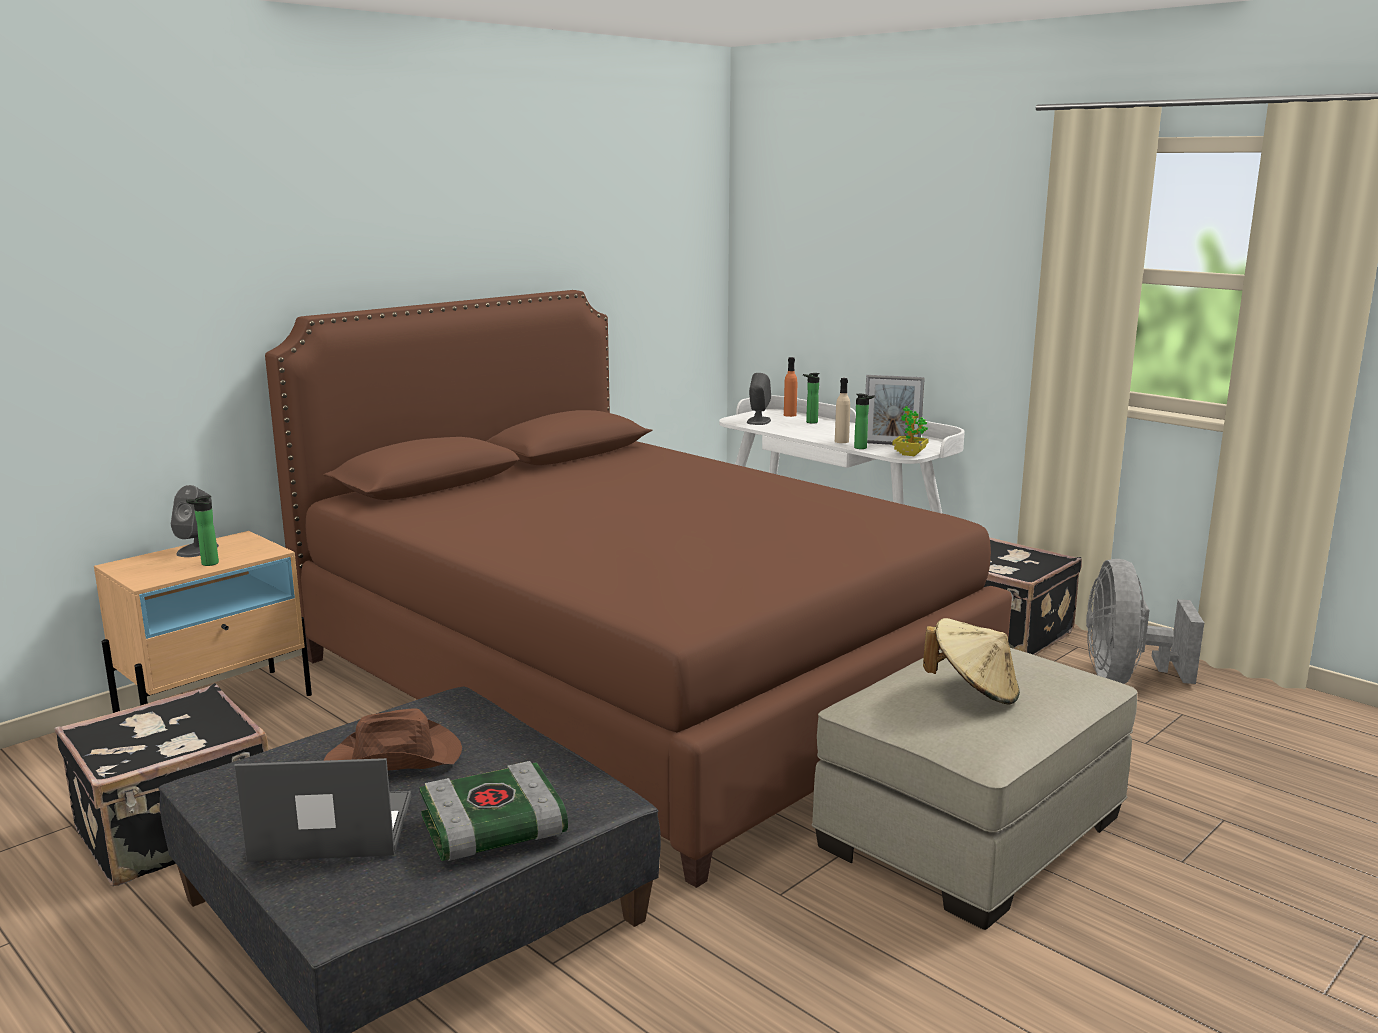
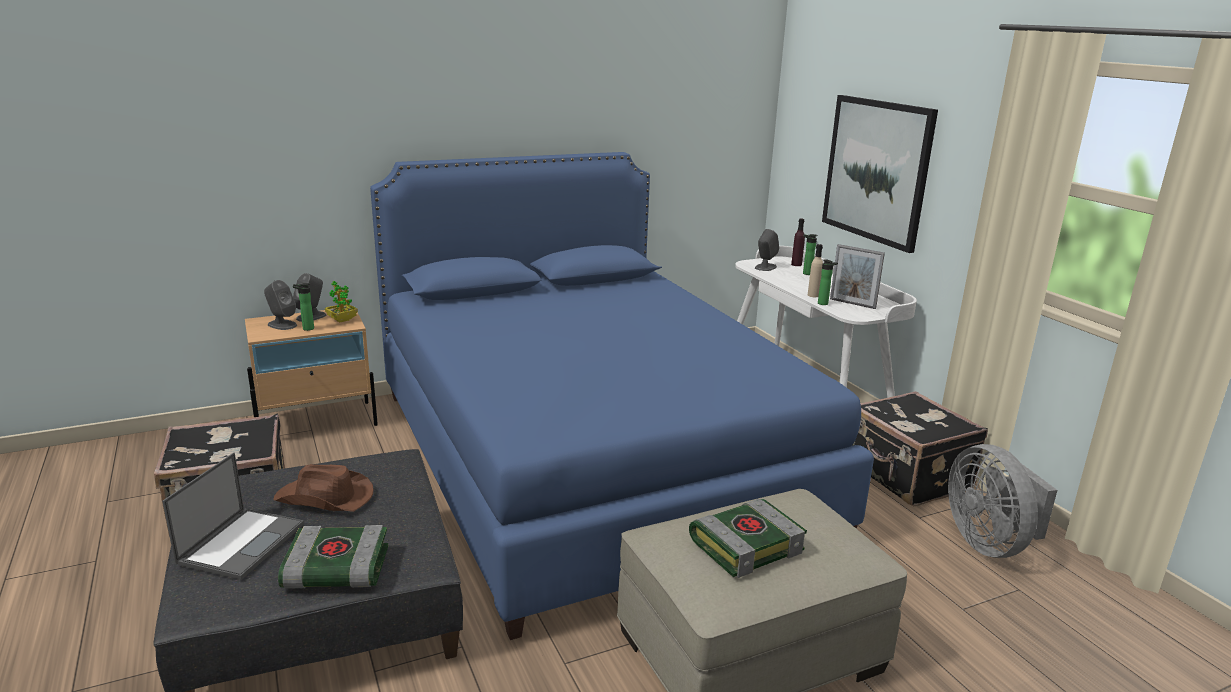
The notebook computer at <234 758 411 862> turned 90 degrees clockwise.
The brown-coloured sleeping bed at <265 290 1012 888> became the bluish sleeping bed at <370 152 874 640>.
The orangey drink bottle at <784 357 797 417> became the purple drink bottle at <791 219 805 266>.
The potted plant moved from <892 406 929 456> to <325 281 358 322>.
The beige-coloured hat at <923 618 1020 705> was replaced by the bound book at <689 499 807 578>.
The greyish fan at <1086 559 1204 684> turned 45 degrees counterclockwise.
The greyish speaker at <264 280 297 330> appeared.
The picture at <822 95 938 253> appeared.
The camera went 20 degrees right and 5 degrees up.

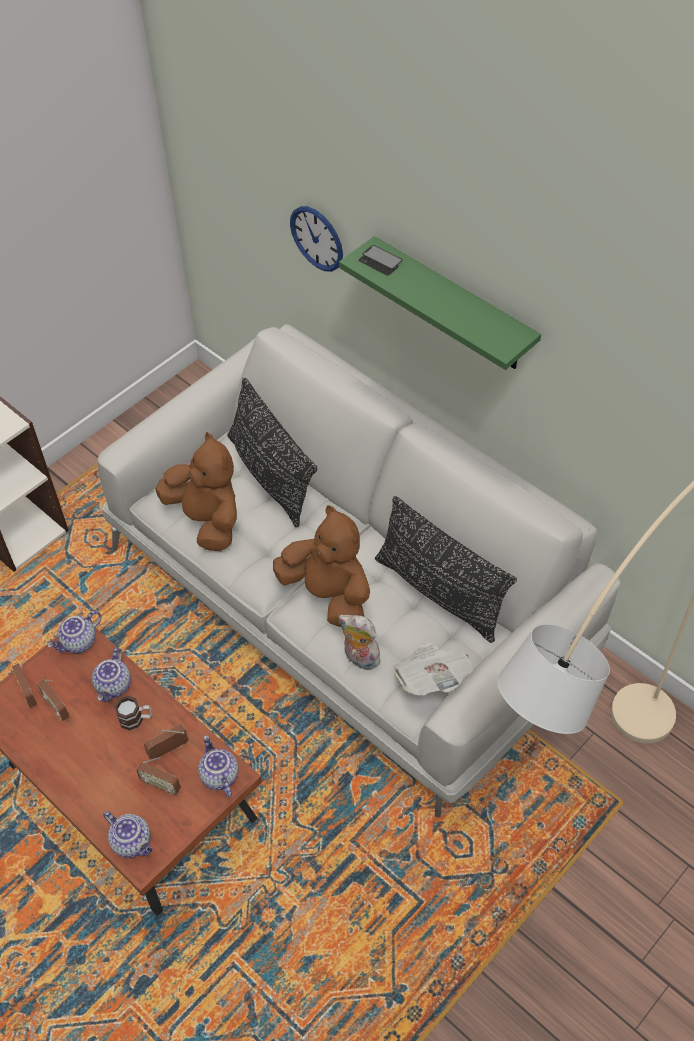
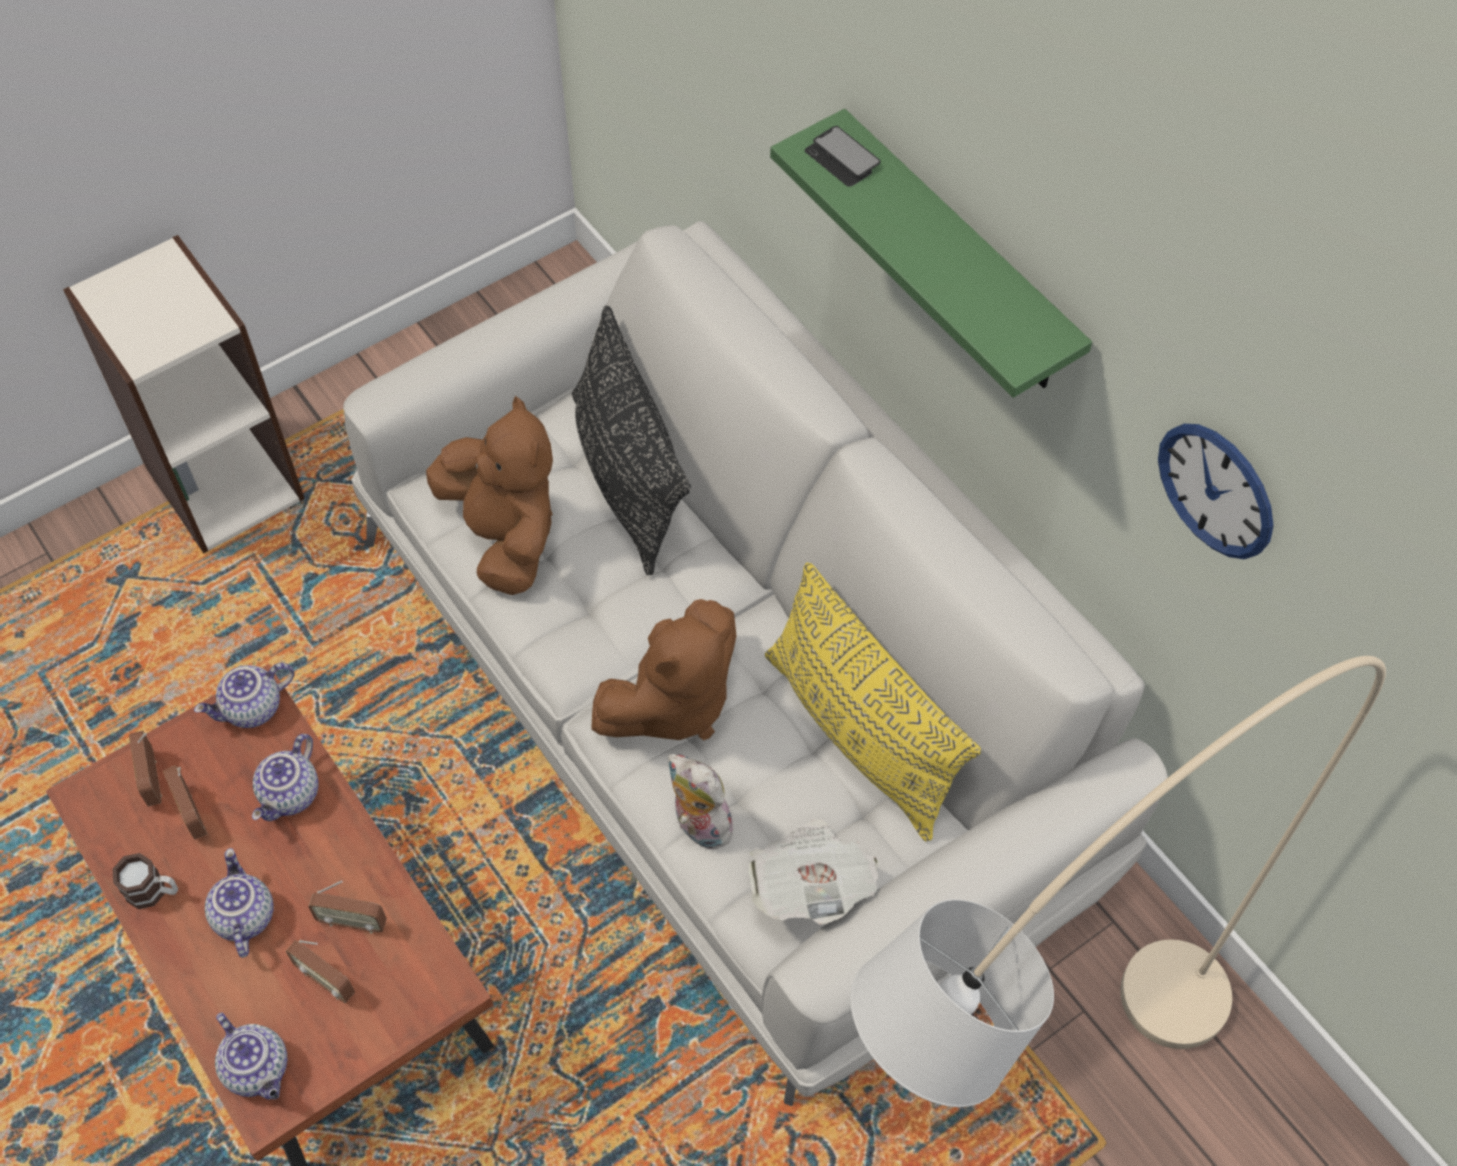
The coffee mug moved from <114 695 152 730> to <113 853 178 909>.
The radio set at <144 724 189 760> turned 150 degrees counterclockwise.
The tea pot moved from <198 735 239 798> to <205 848 274 958>.
The brown-coloured soft toy at <273 505 370 627> turned 90 degrees clockwise.
The wall clock moved from <290 206 343 272> to <1158 424 1274 559>.
The black pillow at <375 496 517 643> became the yellowish pillow at <765 563 981 842>.
The camera went 10 degrees right and 5 degrees up.

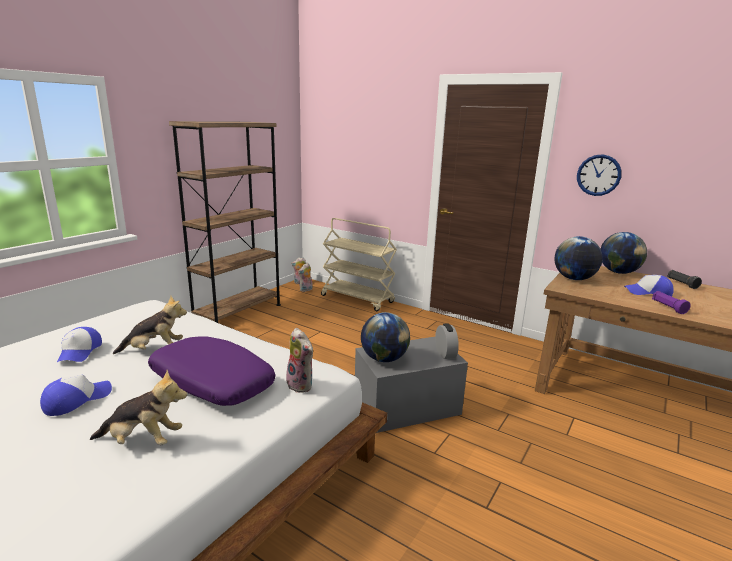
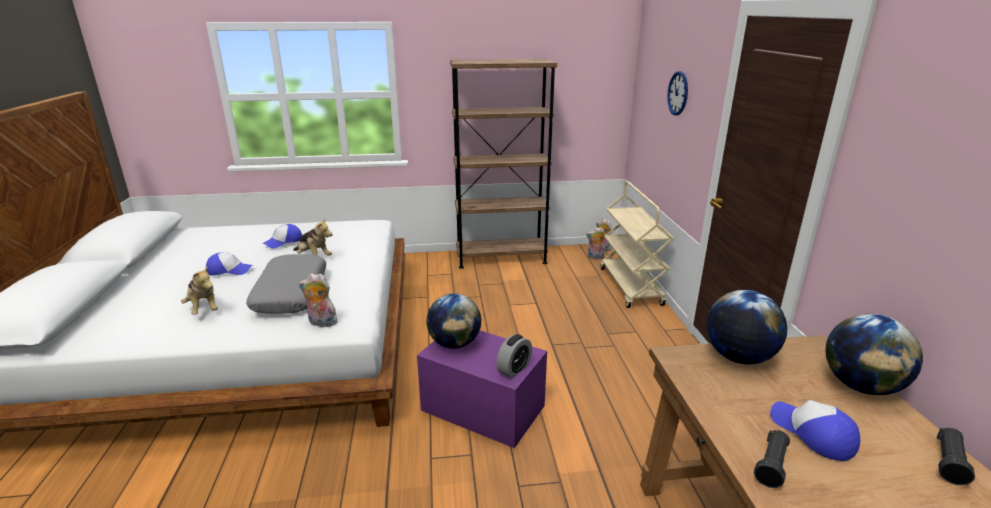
The purple pillow at <148 336 275 406> became the greyish pillow at <246 254 326 313>.
The soft toy at <286 328 313 393> turned 90 degrees clockwise.
The greyish storage box at <355 337 468 433> became the purple storage box at <417 330 547 448>.
The wall clock moved from <577 154 622 196> to <667 71 688 115>.
The purple hand torch at <652 291 691 314> became the black hand torch at <754 430 790 488>.
The camera went 50 degrees right and 5 degrees up.

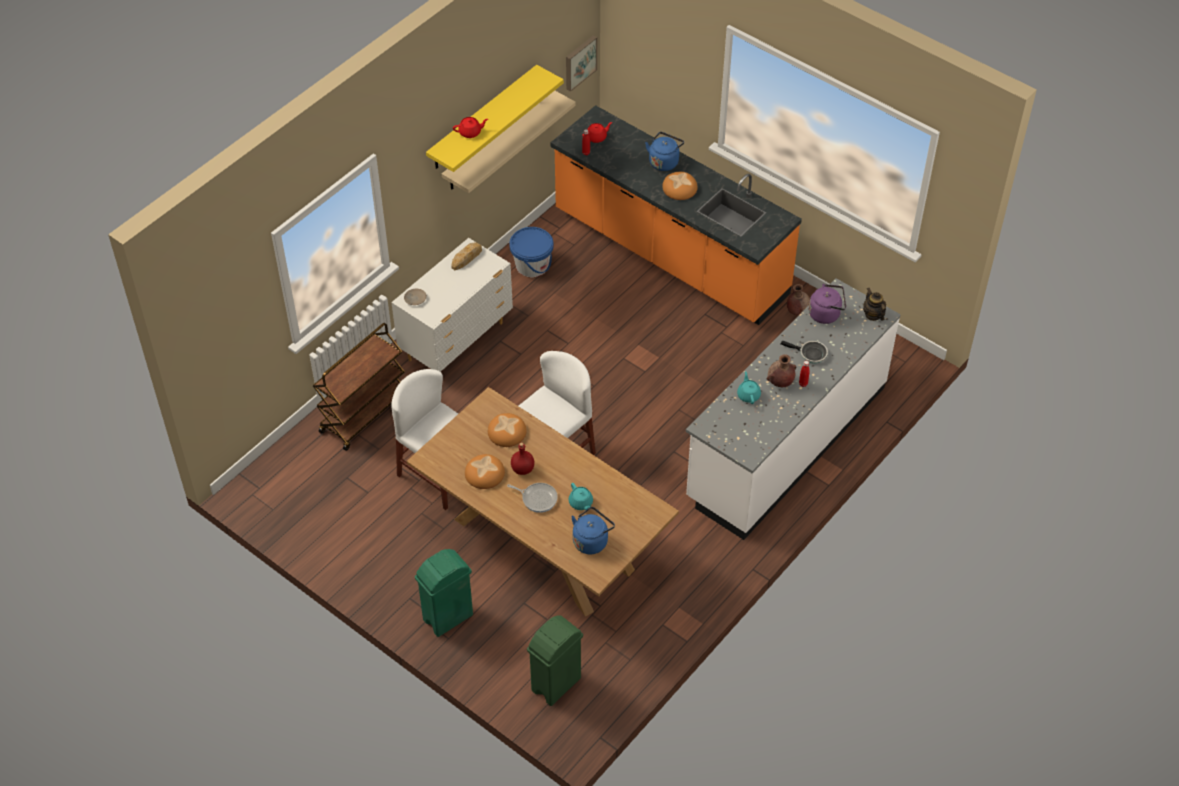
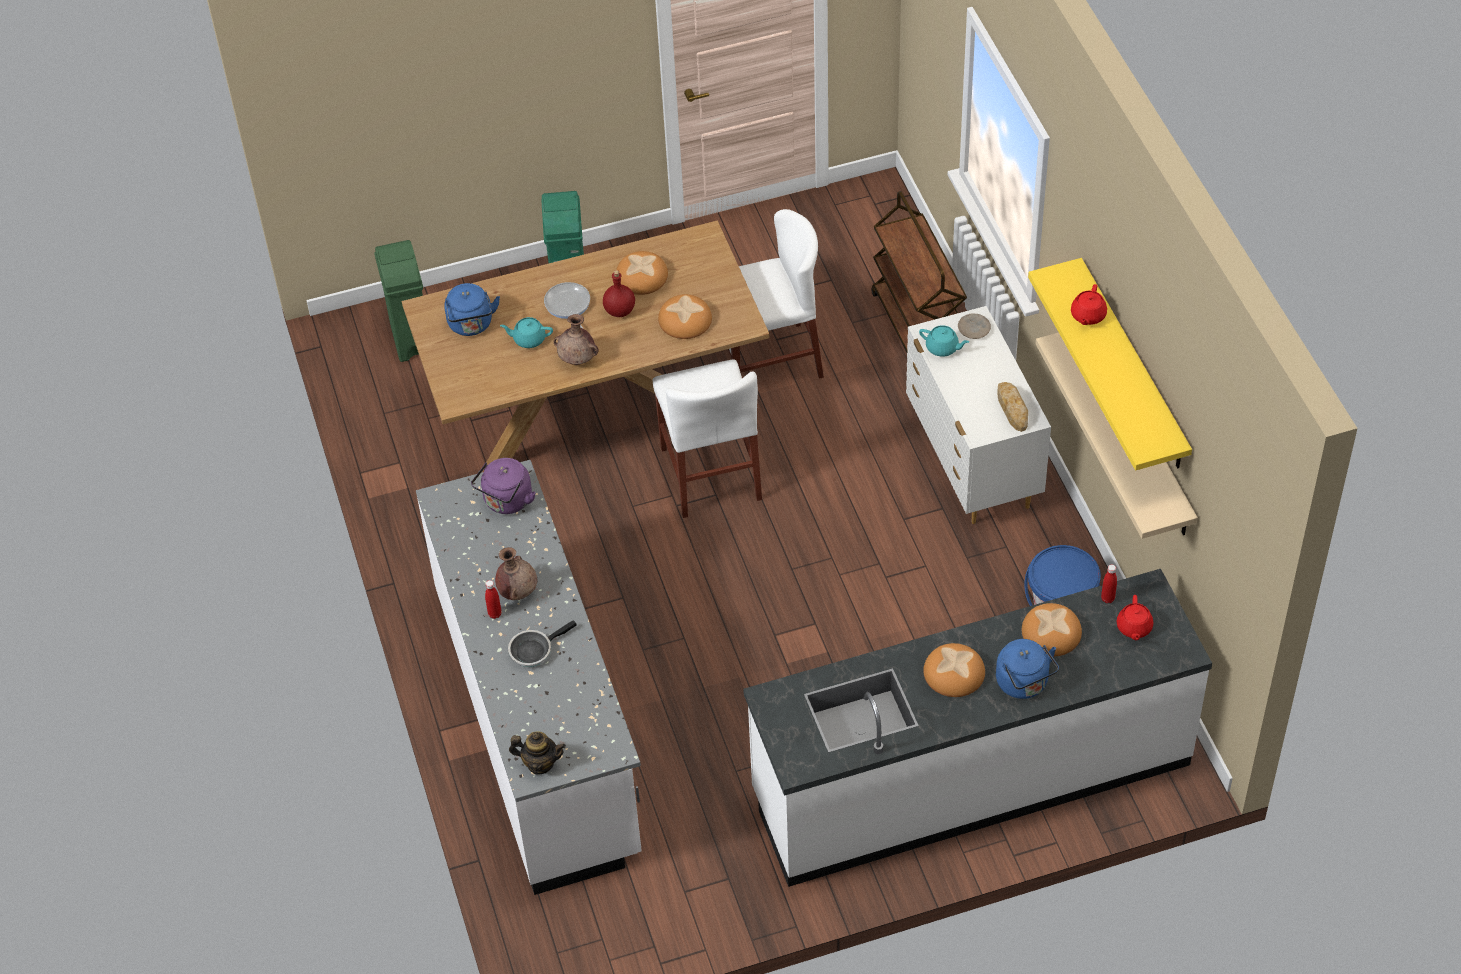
The frying pan at <507 483 558 513> turned 105 degrees clockwise.
The orangey kitchen counter at <551 105 802 325> became the white kitchen counter at <743 569 1212 887>.
The picture at <566 35 597 92> disappeared.
The turquoise-coloured tea pot moved from <737 371 761 404> to <919 325 969 357>.
The brown-coloured flower vase moved from <787 284 810 315> to <554 314 599 365>.
The purple kettle moved from <809 284 846 324> to <471 458 536 514>.
The bread at <1022 603 1082 656> appeared.
The camera went 125 degrees right and 0 degrees up.

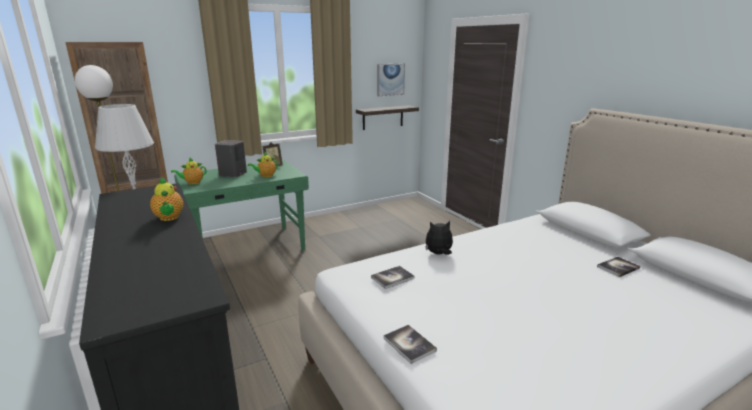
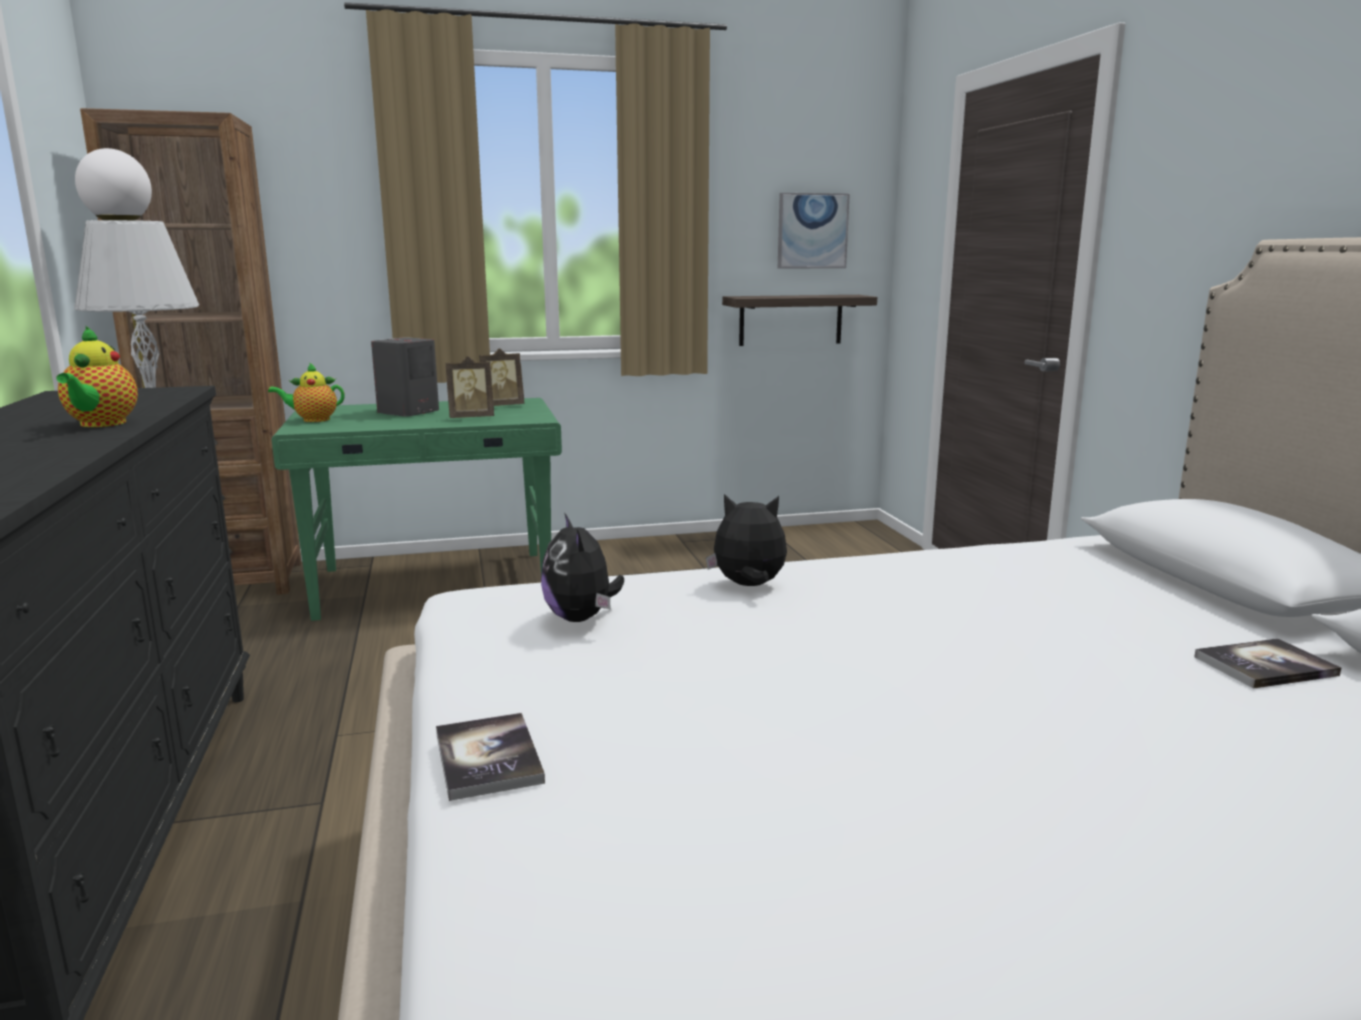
The tea pot at <248 152 279 177> was replaced by the picture frame at <446 356 494 418>.
The bound book at <371 266 415 289> was replaced by the soft toy at <541 514 624 622>.
The camera went 15 degrees right and 5 degrees down.

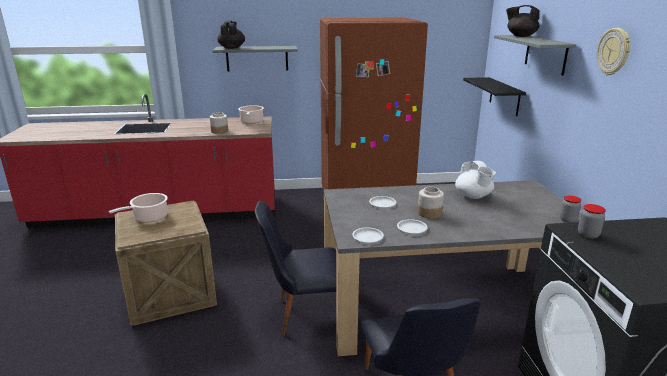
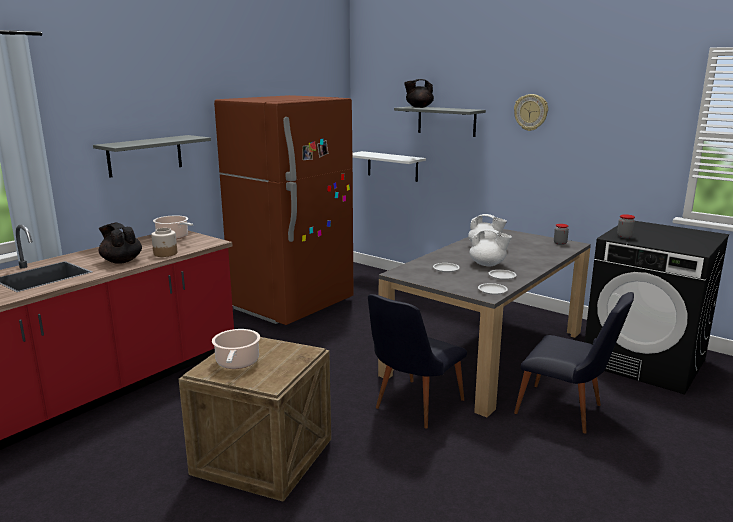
The black tea pot moved from <217 21 245 49> to <99 223 142 264>.
The storage jar at <418 187 444 219> was replaced by the white tea pot at <469 229 512 267>.
The black shelf at <463 77 526 116> became the white shelf at <352 151 426 182>.
The camera went 45 degrees left and 5 degrees down.

